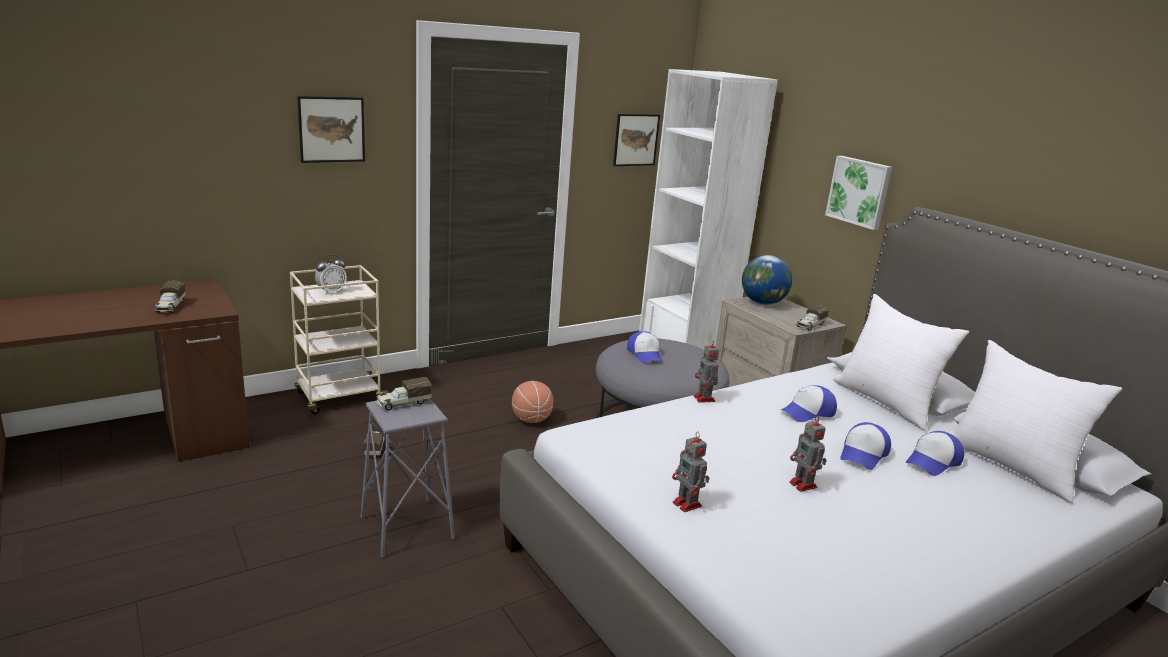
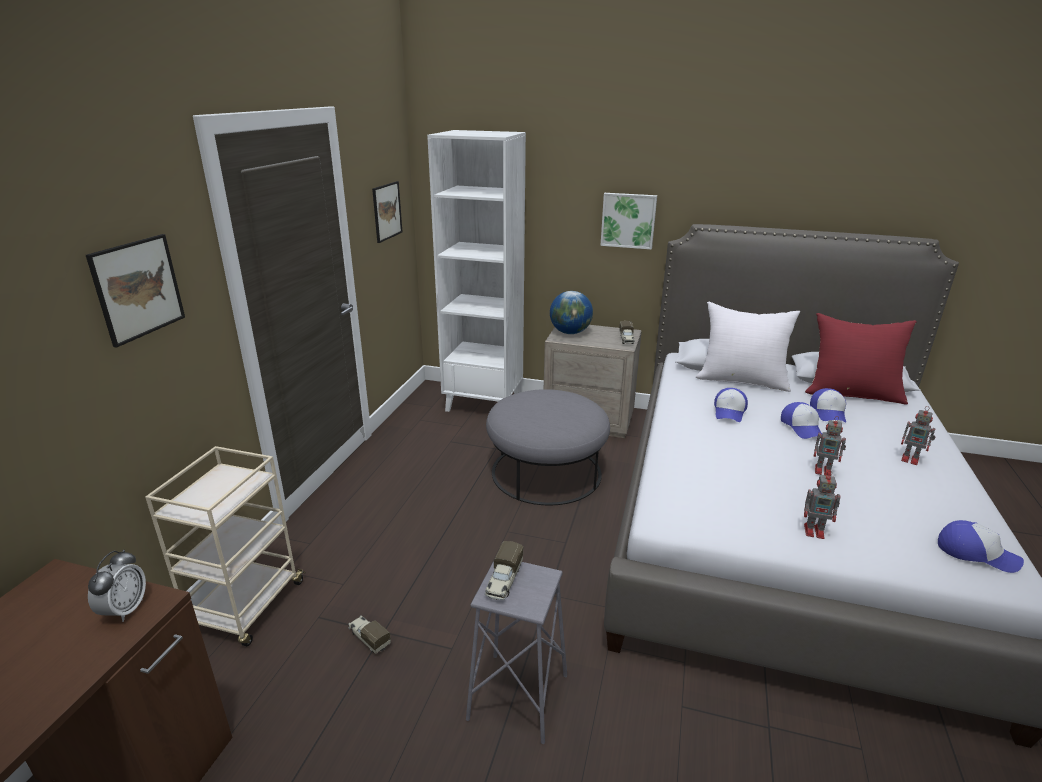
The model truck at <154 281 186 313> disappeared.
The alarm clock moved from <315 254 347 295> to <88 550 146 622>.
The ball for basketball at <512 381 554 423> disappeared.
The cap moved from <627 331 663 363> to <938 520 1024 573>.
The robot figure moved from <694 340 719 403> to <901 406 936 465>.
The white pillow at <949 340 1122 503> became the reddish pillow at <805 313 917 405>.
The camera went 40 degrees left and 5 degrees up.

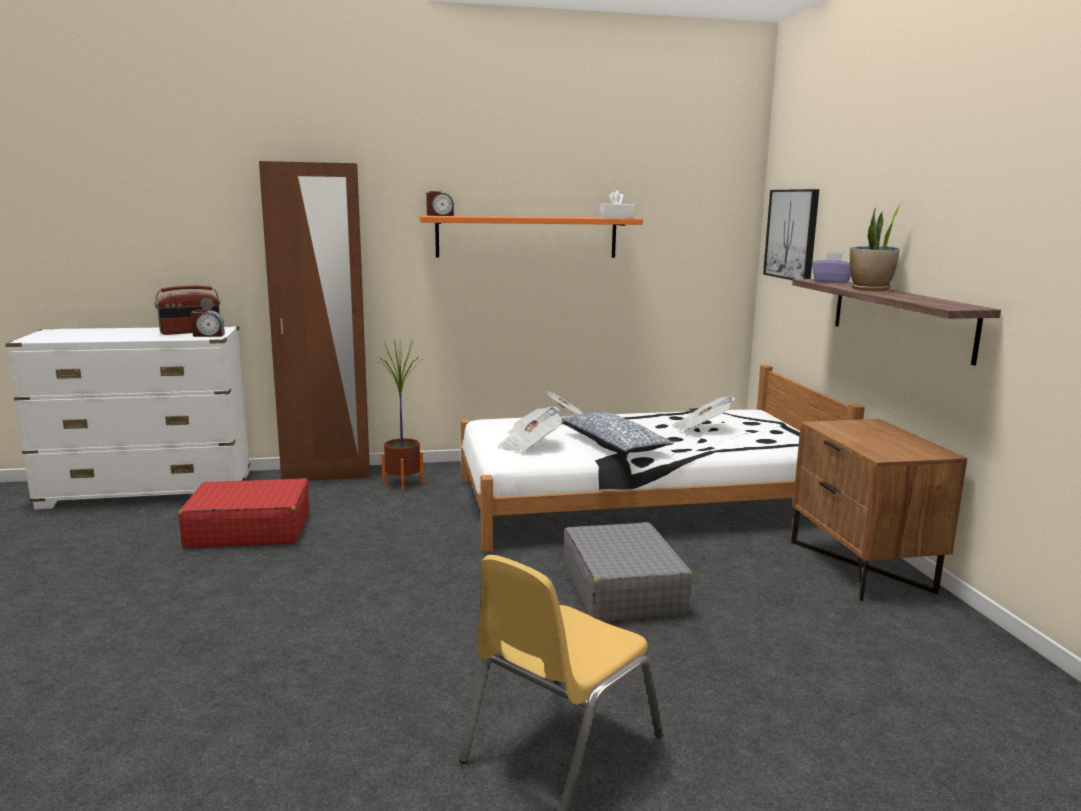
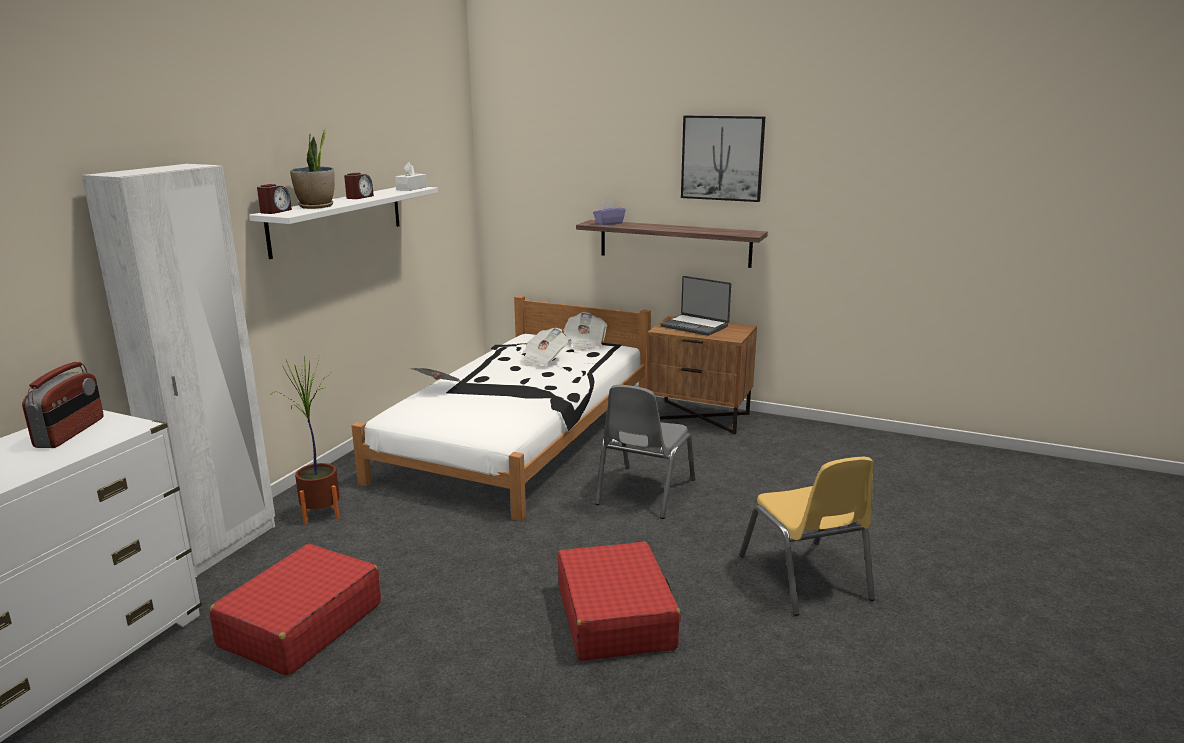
The alarm clock moved from <191 309 225 337> to <344 173 374 199>.
The brown-coloured armoire at <259 161 370 481> became the white armoire at <82 164 275 578>.
The orangey shelf at <420 216 643 258> became the white shelf at <249 187 438 259>.
The daily paper moved from <498 407 562 452> to <563 312 607 351>.
The pillow at <562 412 674 453> disappeared.
The greyish piece of luggage at <564 522 693 621> was replaced by the greyish plain chair at <595 385 695 519>.
The picture moved from <763 189 820 280> to <681 116 765 202>.
The potted plant moved from <850 203 903 291> to <290 127 335 209>.
The reddish piece of luggage at <557 541 681 661> appeared.
The notebook computer at <661 276 731 336> appeared.
The camera went 55 degrees left and 5 degrees up.

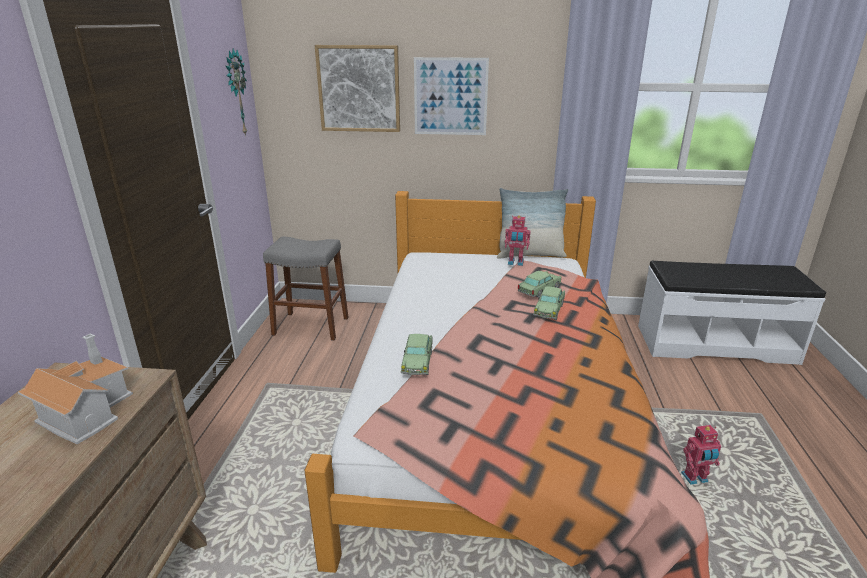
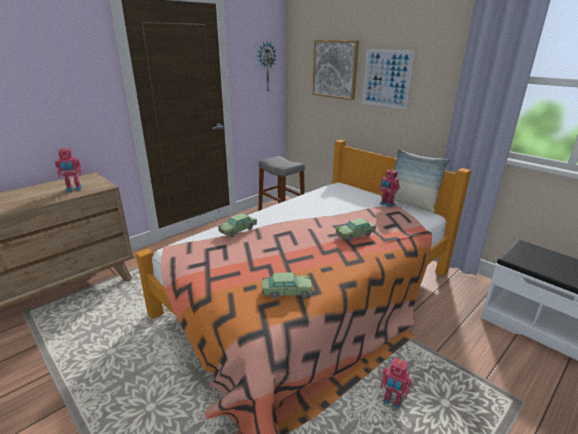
The miniature house at <18 334 133 444> was replaced by the robot figure at <55 148 82 192>.
The toy car moved from <518 271 561 297> to <262 272 312 299>.
The camera went 40 degrees right and 0 degrees up.

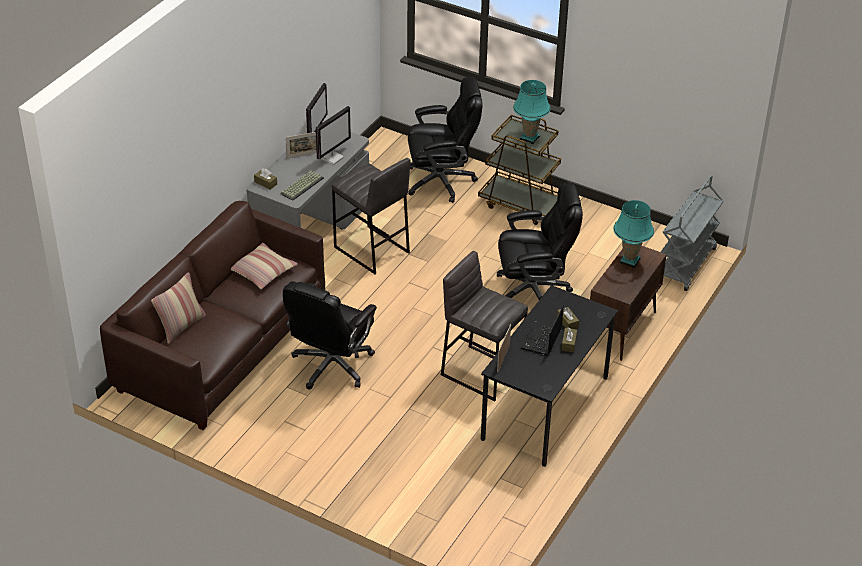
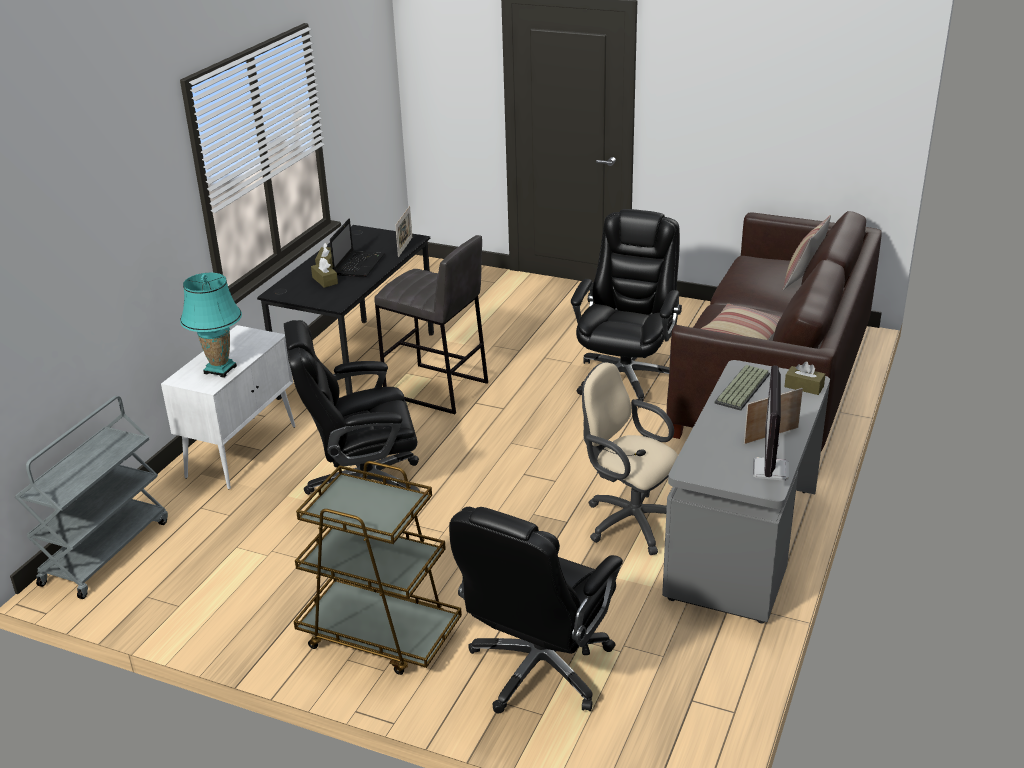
The computer screen at <316 106 351 165> disappeared.
The greyish stool seat at <332 158 411 274> was replaced by the beige-coloured office chair at <582 362 678 555>.
The black office chair at <408 77 483 203> turned 45 degrees counterclockwise.
The turquoise-coloured lamp for a table at <513 80 551 144> disappeared.
The brown-coloured cupboard at <590 246 667 361> became the white cupboard at <161 325 296 489>.
The camera went 175 degrees right and 10 degrees down.

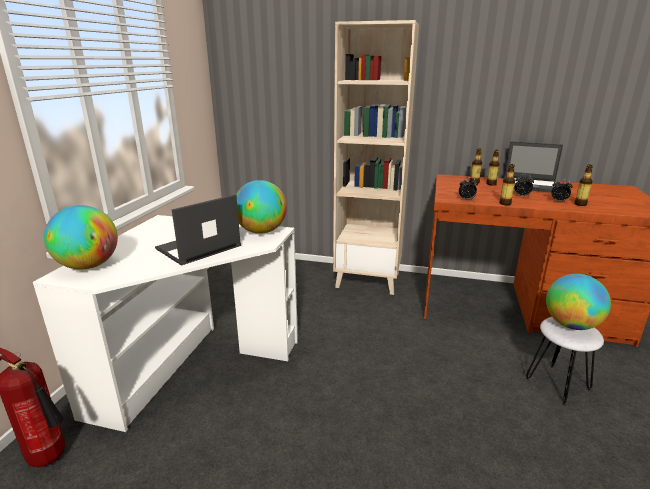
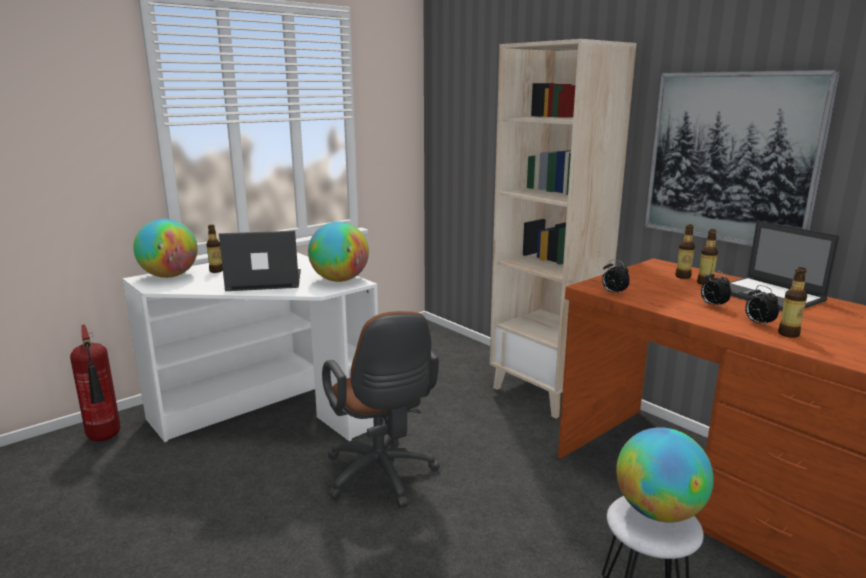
The drink bottle moved from <500 164 515 205> to <206 225 223 273>.
The brown-coloured office chair at <322 311 440 508> appeared.
The picture at <645 70 841 247> appeared.
The camera went 35 degrees right and 5 degrees down.

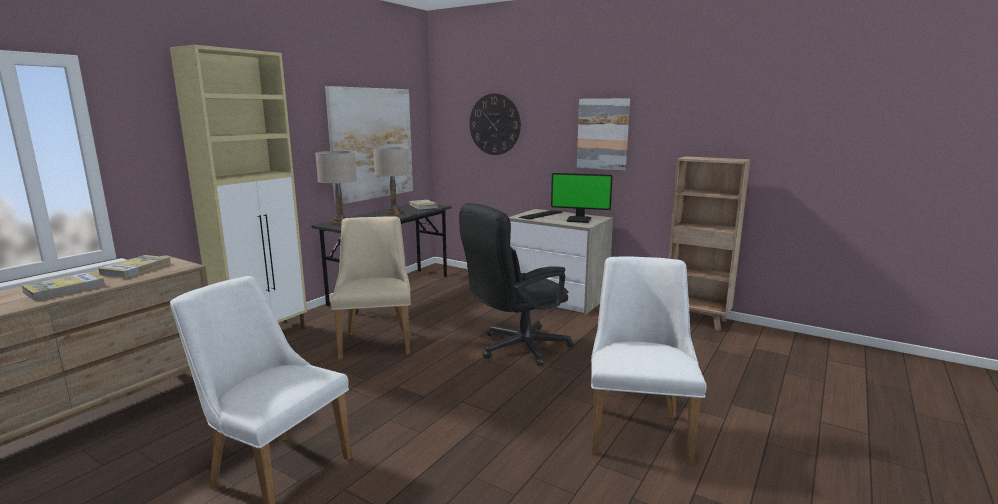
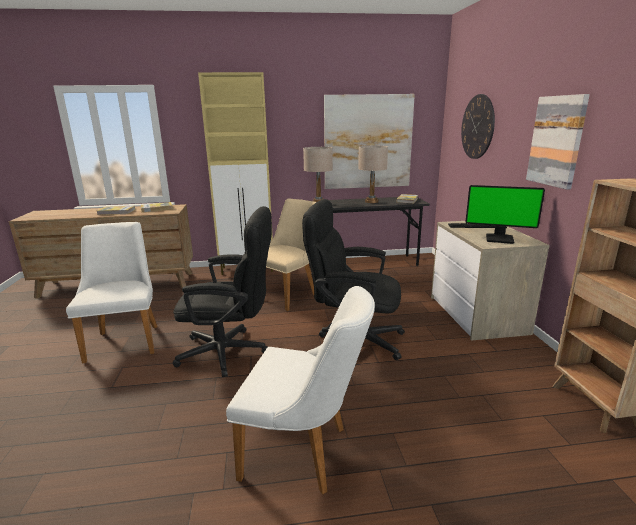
The computer screen at <551 173 613 223> turned 45 degrees counterclockwise.
The white plain chair at <591 256 707 465> turned 45 degrees clockwise.
The black office chair at <173 206 272 377> appeared.
The camera went 50 degrees right and 5 degrees up.

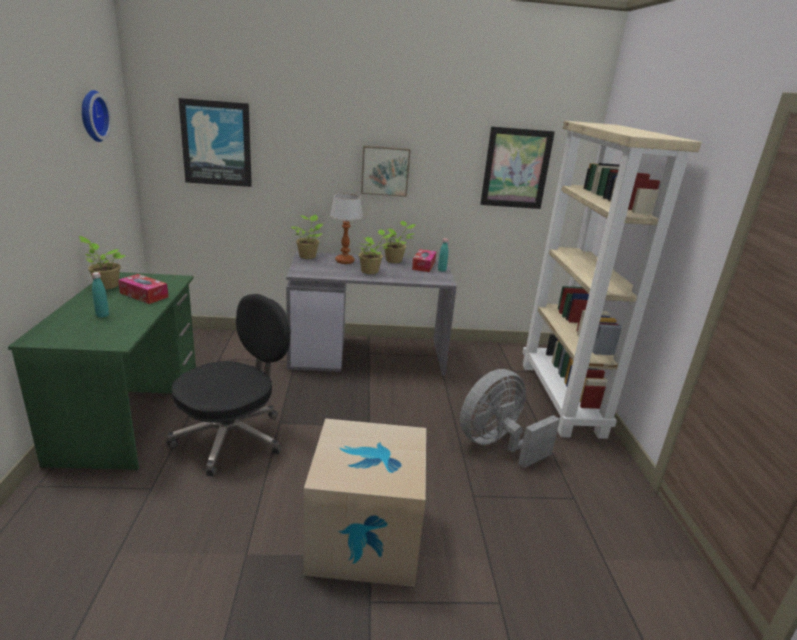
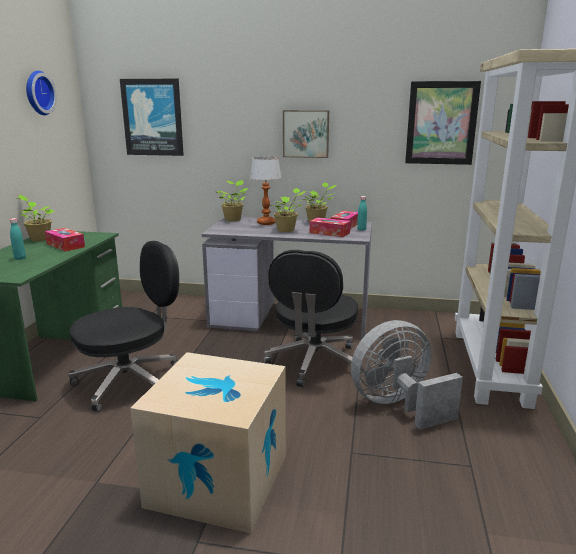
The black office chair at <264 250 362 387> appeared.
The tissue box at <310 217 351 237> appeared.
The camera went 15 degrees right and 5 degrees down.

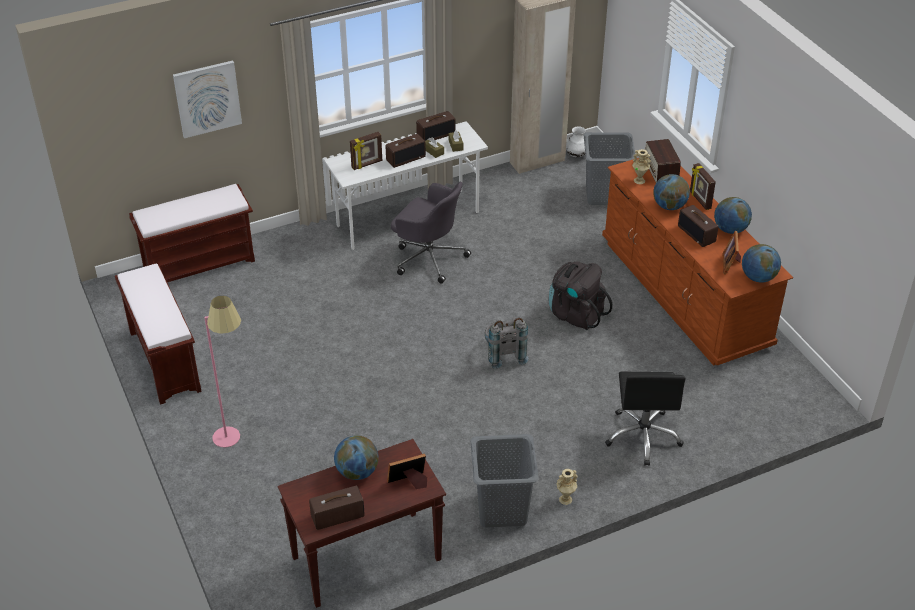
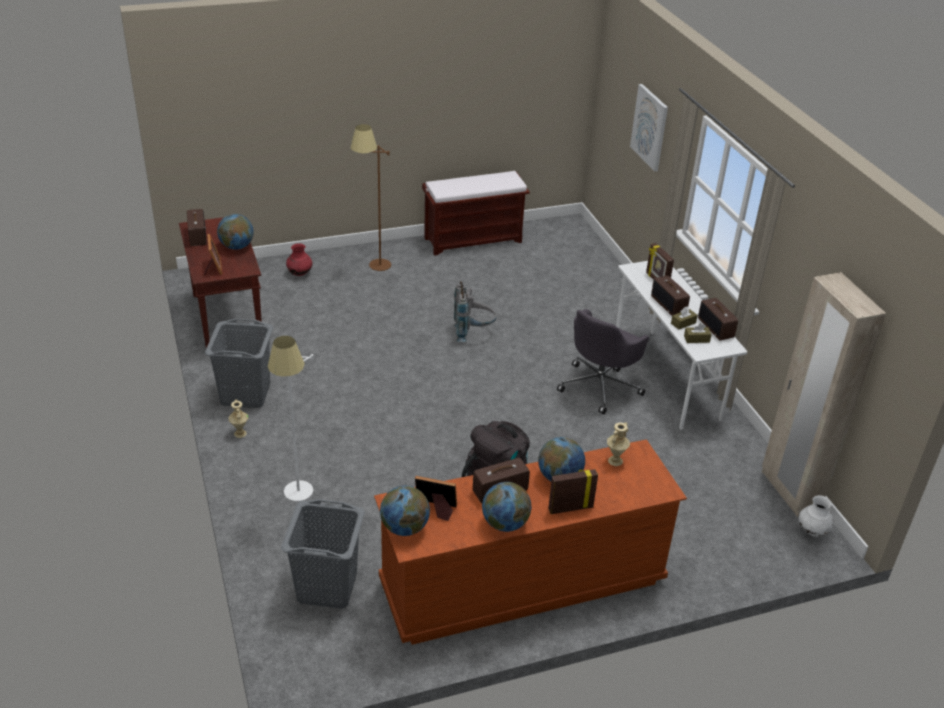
The brown-coloured indoor bench at <129 184 255 282> disappeared.
The pink standing lamp at <204 296 241 447> became the brown-coloured standing lamp at <350 124 391 271>.
The greyish knapsack moved from <485 317 529 369> to <454 281 497 342>.
The greyish laundry basket moved from <583 132 635 205> to <281 499 365 609>.
The black office chair at <605 371 686 466> was replaced by the white standing lamp at <268 336 314 501>.
The radio set at <645 139 681 182> disappeared.
The reddish flower vase at <286 243 312 276> appeared.
The camera went 95 degrees right and 5 degrees down.

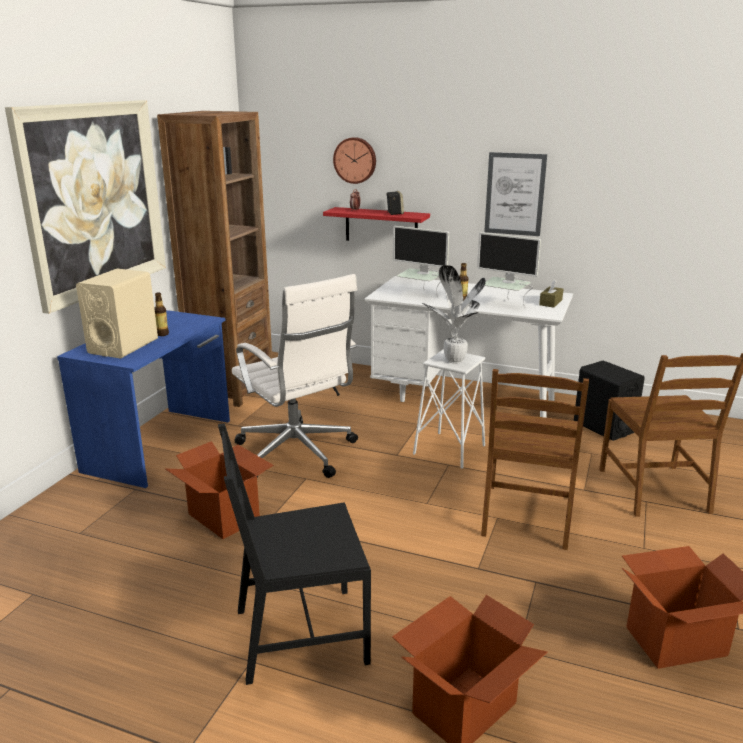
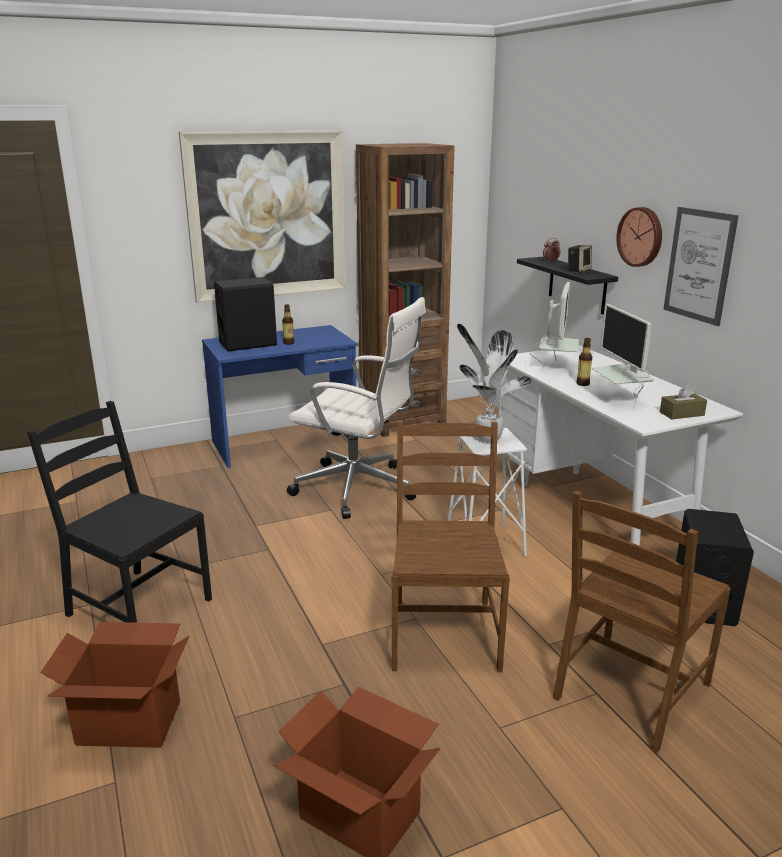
The beige-coloured speaker at <76 269 158 358> became the black speaker at <214 277 277 352>.
The carton at <165 441 274 539> disappeared.
The white office chair at <232 274 358 478> turned 75 degrees counterclockwise.
The reddish shelf at <323 207 430 241> became the black shelf at <517 257 618 314>.
The wall clock moved from <333 137 376 184> to <616 207 662 267>.
The computer screen at <393 226 449 297> turned 150 degrees counterclockwise.
The brown-coloured plain chair at <481 369 589 550> turned 120 degrees clockwise.
The camera went 45 degrees right and 0 degrees up.

